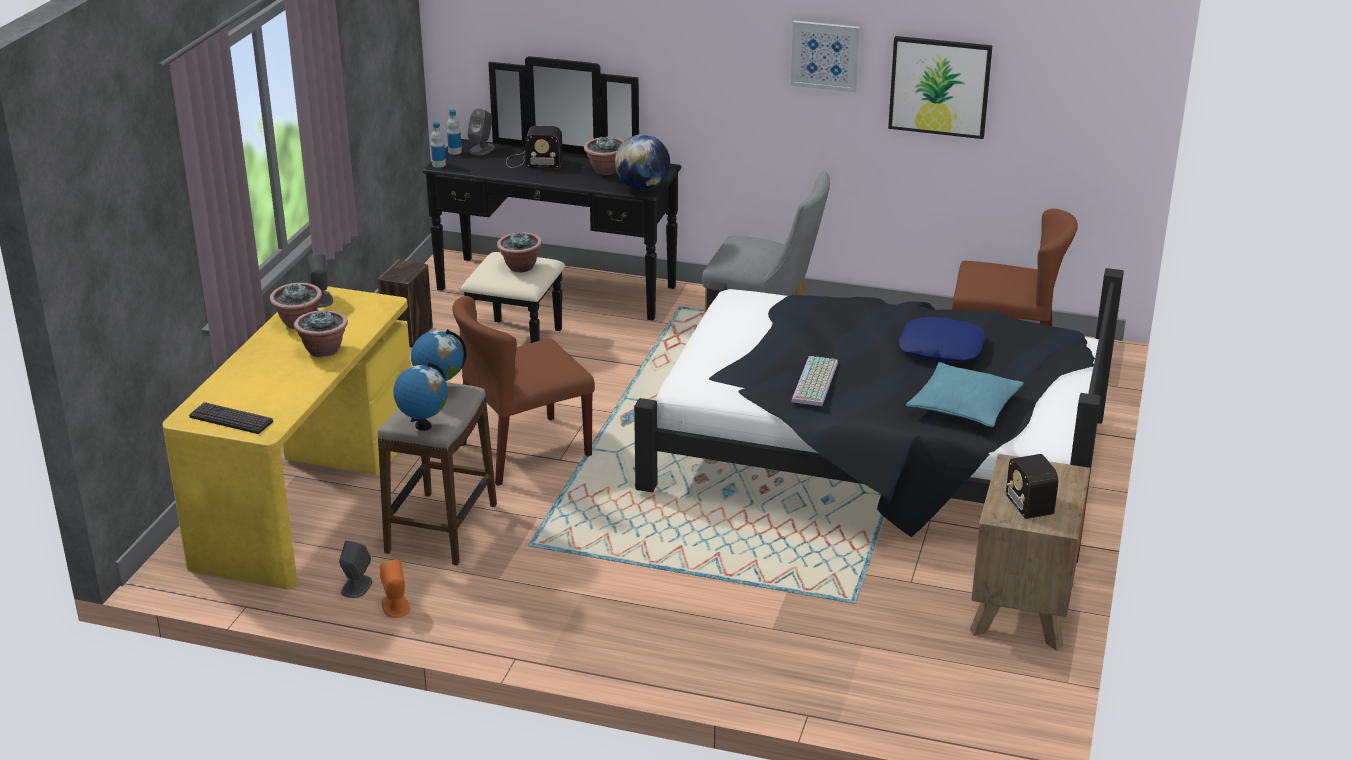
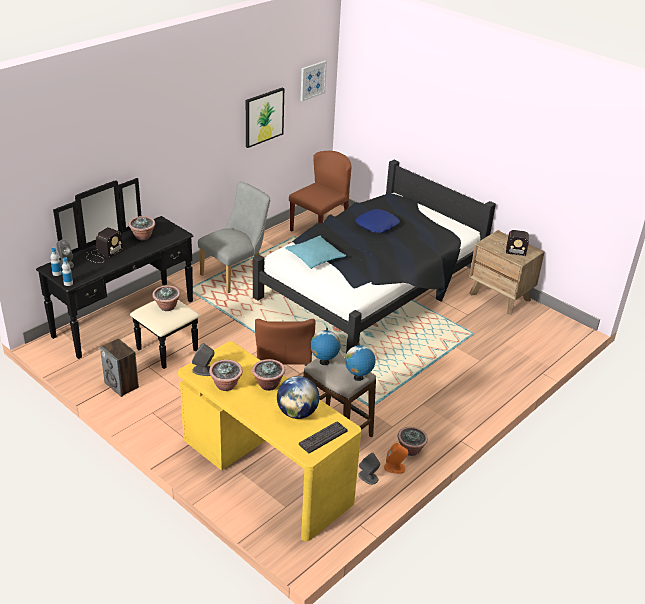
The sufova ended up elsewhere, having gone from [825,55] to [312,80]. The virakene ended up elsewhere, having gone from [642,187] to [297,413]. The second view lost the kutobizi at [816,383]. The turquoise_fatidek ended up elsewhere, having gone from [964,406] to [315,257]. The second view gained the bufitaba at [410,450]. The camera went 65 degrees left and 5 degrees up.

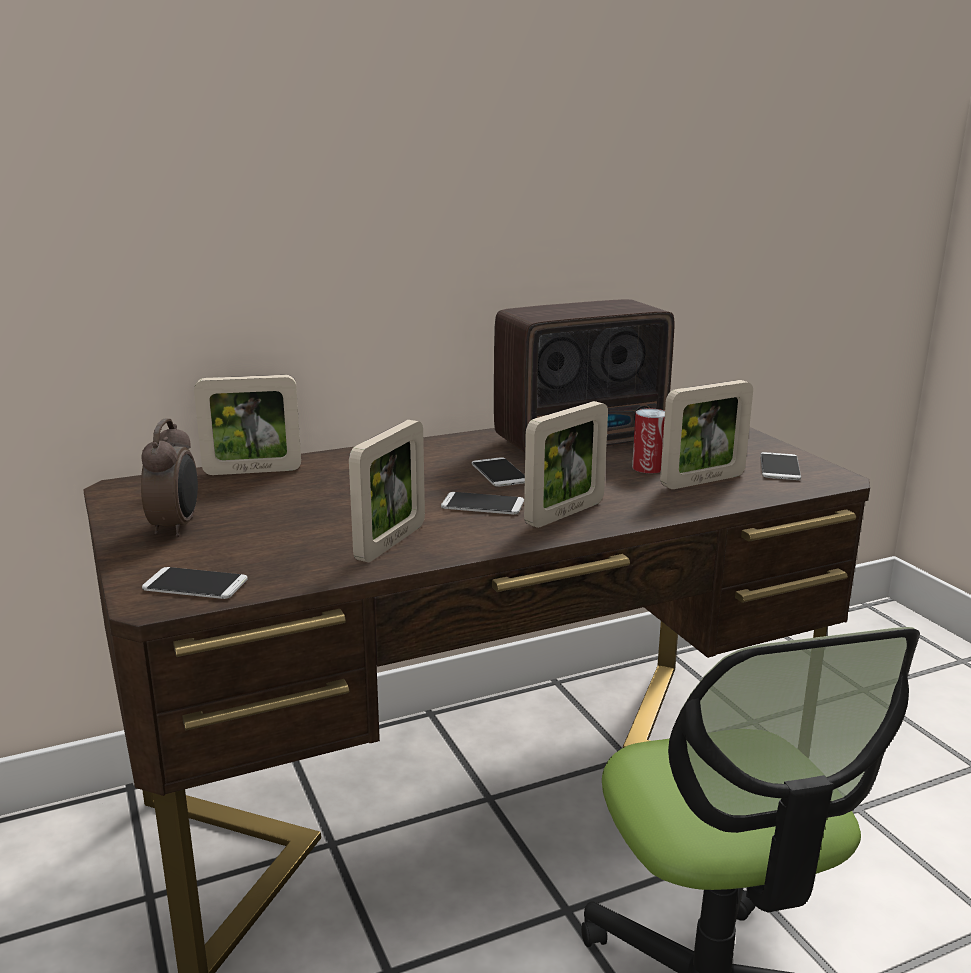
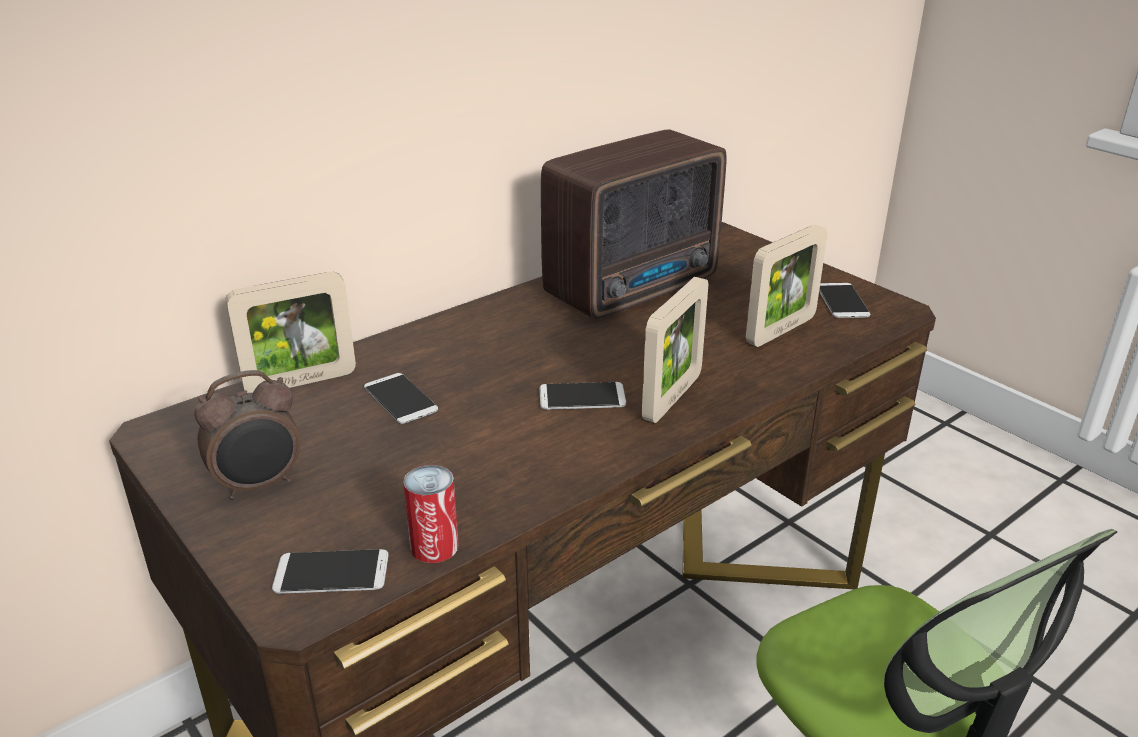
The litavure ended up elsewhere, having gone from [648,467] to [434,546]. The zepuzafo at [176,527] ended up facing another way, 75 degrees clockwise from before. The second view lost the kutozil at [391,542]. The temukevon ended up elsewhere, having gone from [499,473] to [400,399]. The camera went 15 degrees left and 10 degrees up.

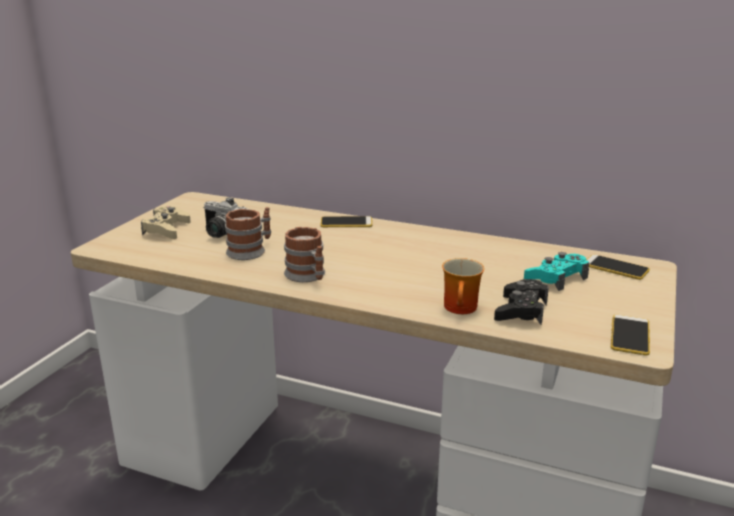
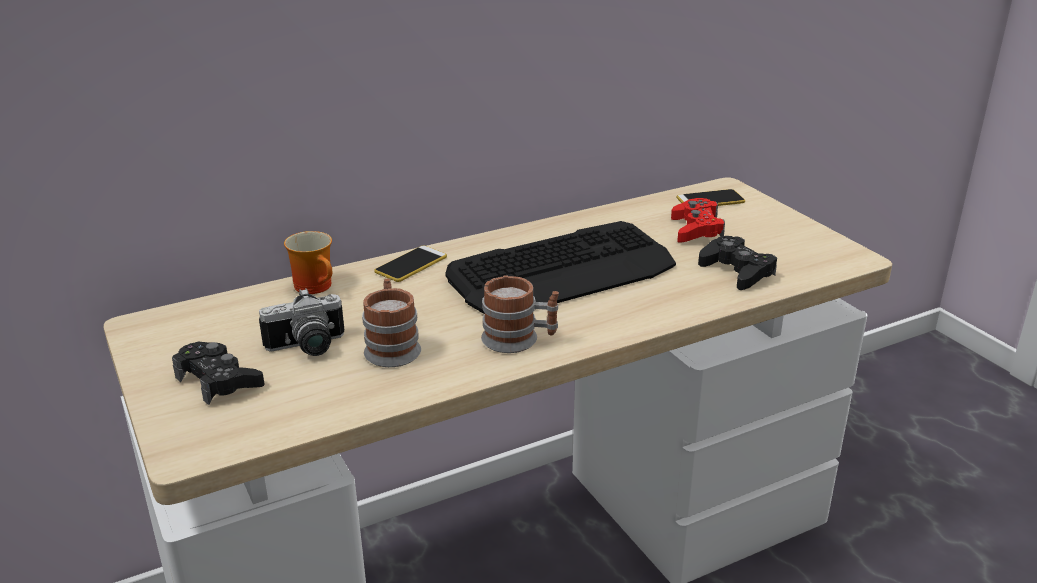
What was the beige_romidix at [166,229] turned into the black_romidix at [219,380]. What was the turquoise_romidix at [556,278] turned into the red_romidix at [696,230]. The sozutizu ended up elsewhere, having gone from [463,309] to [318,286]. The second view lost the temukevon at [630,335]. The second view gained the kutobizi at [563,271]. The camera went 50 degrees left and 5 degrees up.

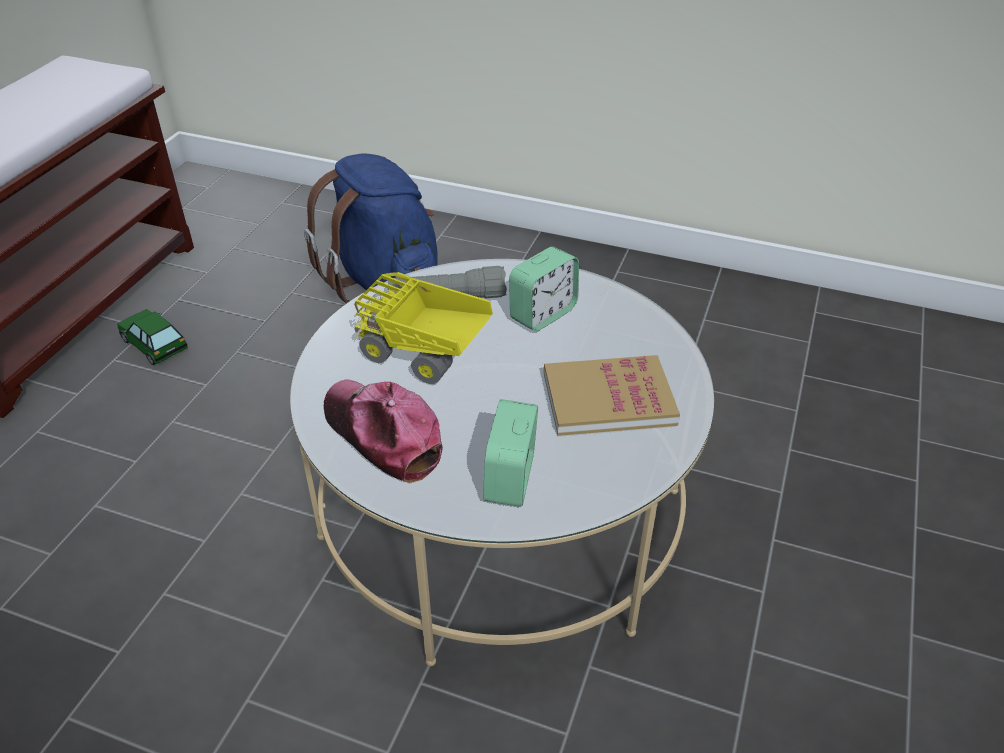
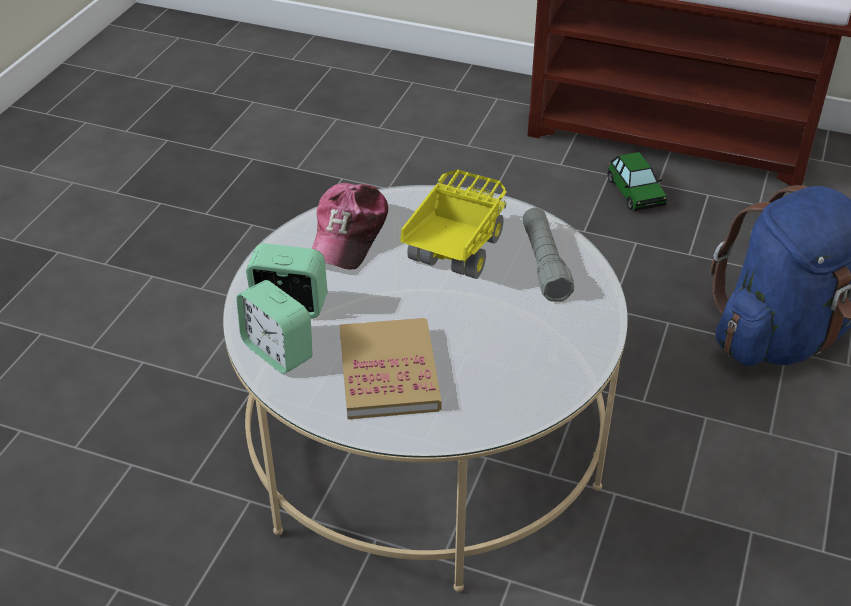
The zepuzafo ended up elsewhere, having gone from [543,314] to [277,351]. The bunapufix at [154,344] ended up facing another way, 120 degrees clockwise from before. The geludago at [383,435] ended up facing another way, 150 degrees clockwise from before. The camera went 90 degrees right and 0 degrees up.

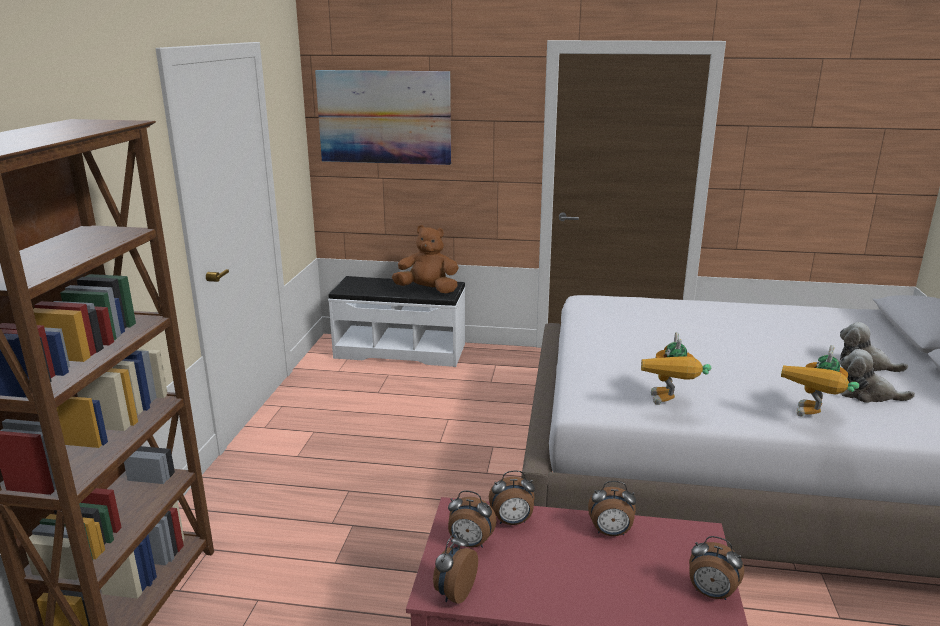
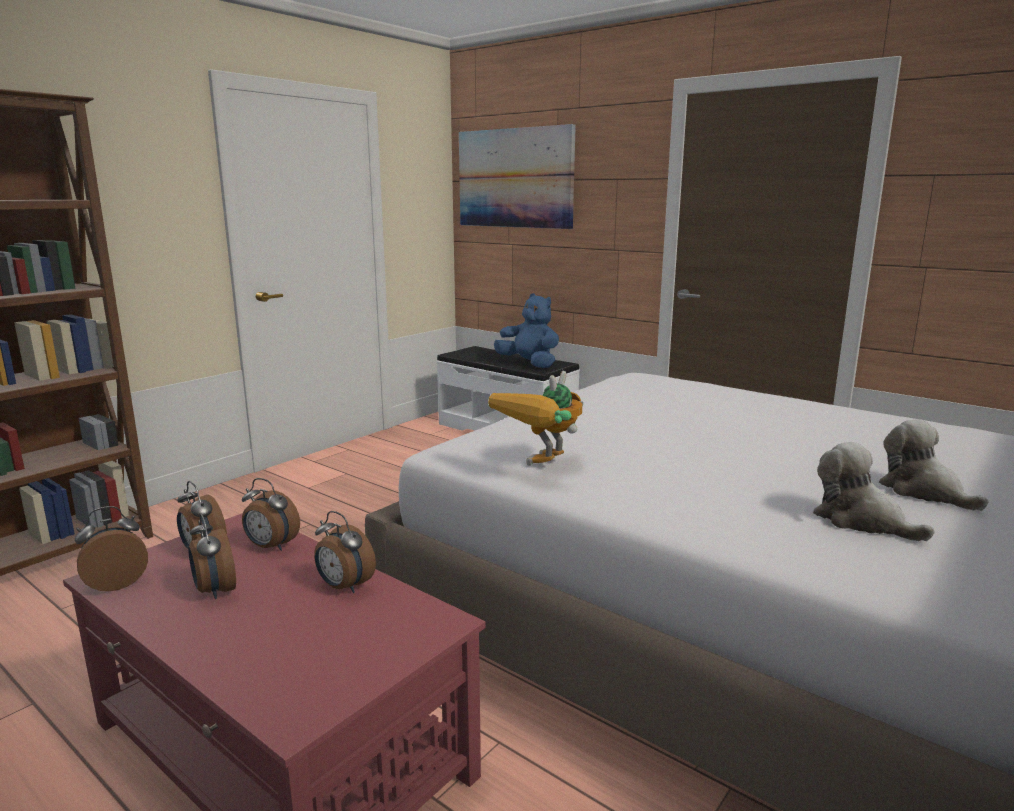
What was the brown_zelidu at [428,290] turned into the blue_zelidu at [529,364]. The second view lost the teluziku at [813,419]. The zepuzafo ended up elsewhere, having gone from [711,593] to [214,591]. The camera went 30 degrees right and 5 degrees down.

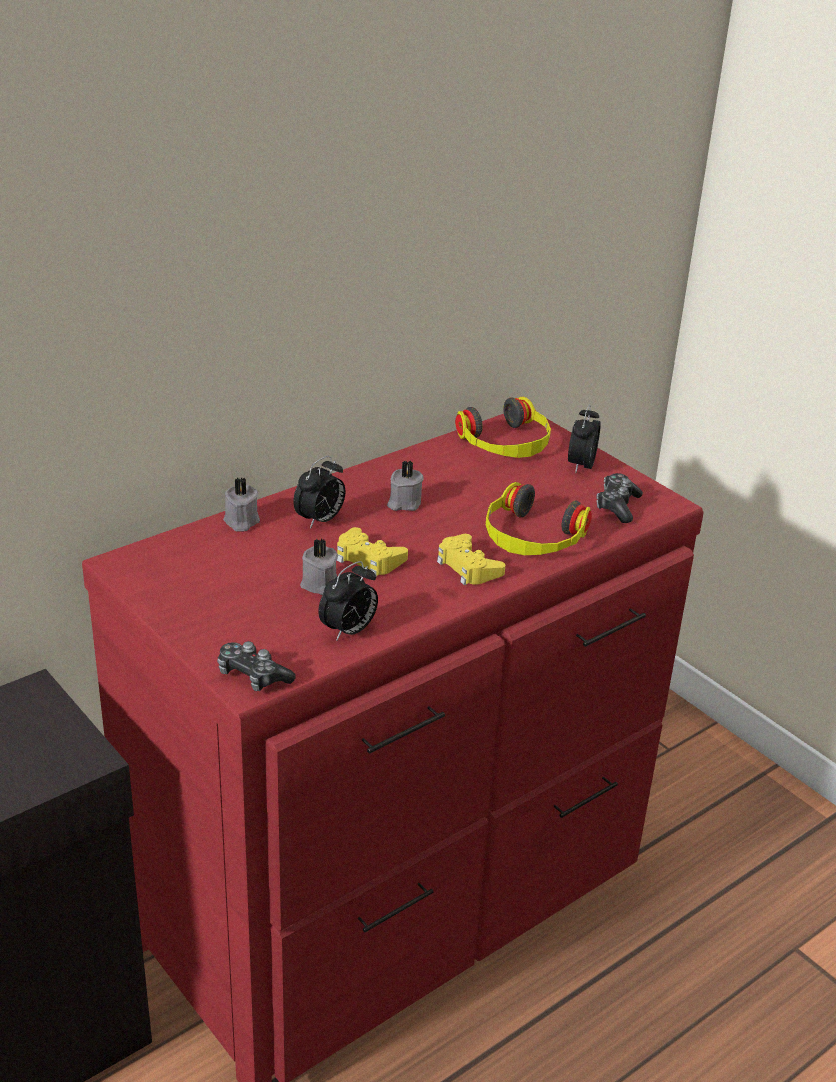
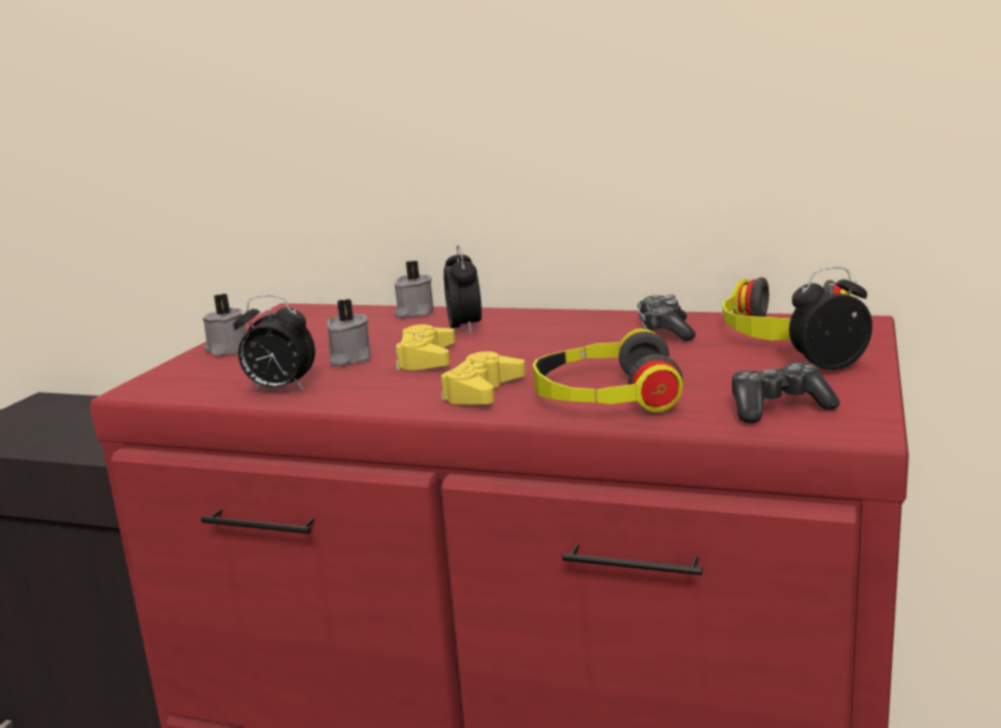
The zepuzafo at [320,520] ended up facing another way, 105 degrees counterclockwise from before. The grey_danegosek ended up elsewhere, having gone from [403,503] to [227,349]. The romidix ended up elsewhere, having gone from [252,676] to [665,331]. The camera went 60 degrees right and 15 degrees down.

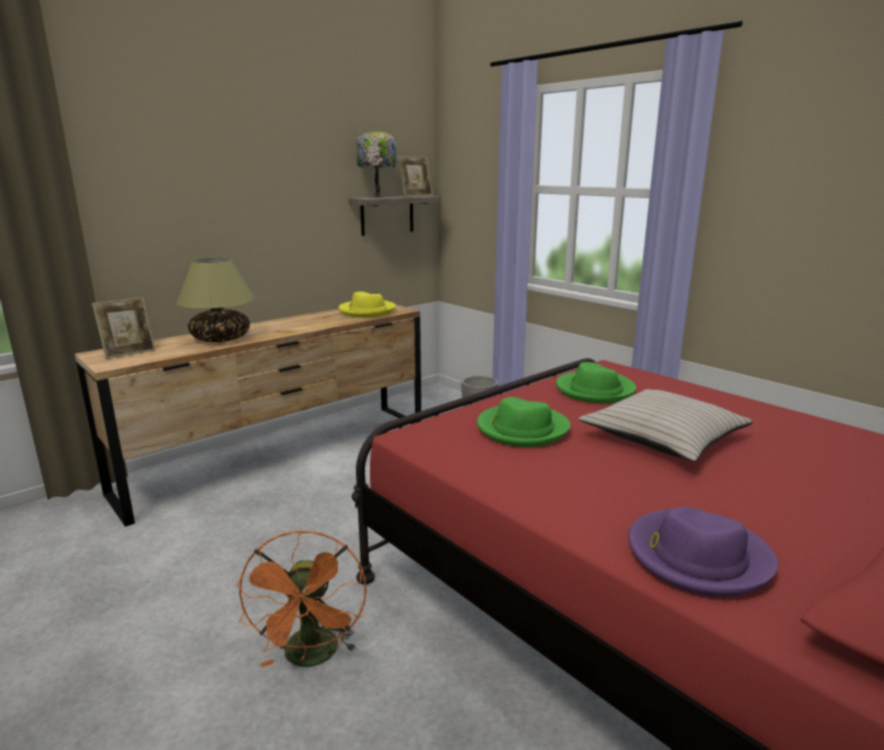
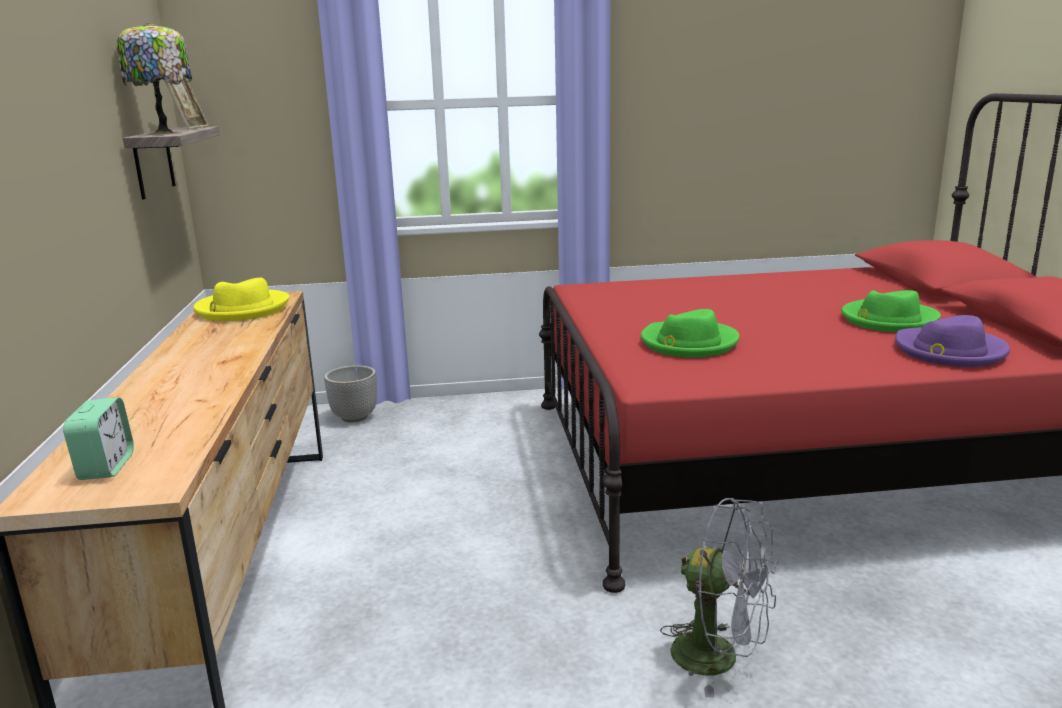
The second view lost the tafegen at [220,339]. Where the kutozil stood at [129,352], the zepuzafo came to stand at [106,467]. The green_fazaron ended up elsewhere, having gone from [595,390] to [888,320]. The second view lost the beige_fatidek at [664,437]. What was the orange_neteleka at [312,657] turned into the grey_neteleka at [719,658]. The camera went 55 degrees left and 0 degrees up.

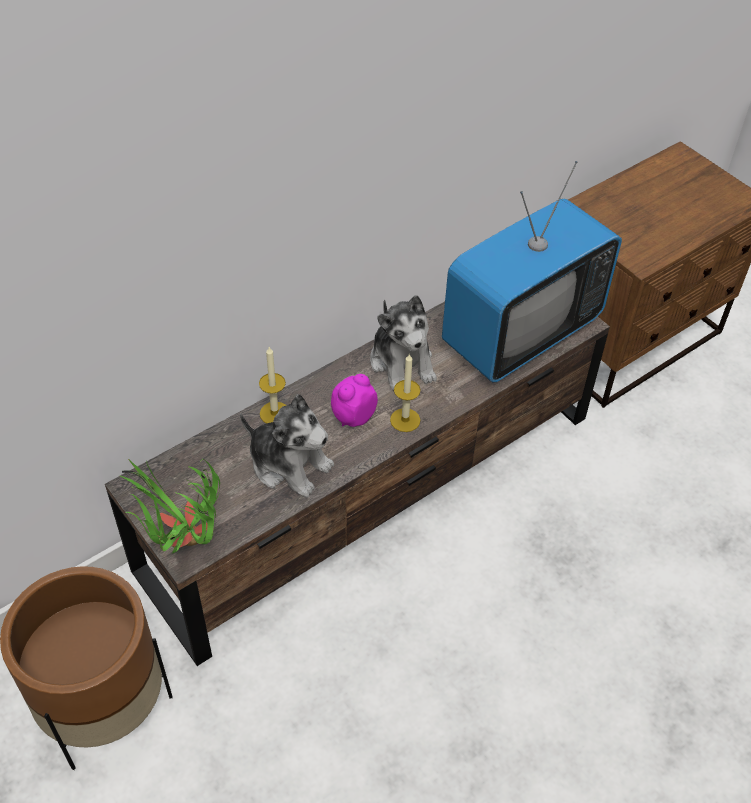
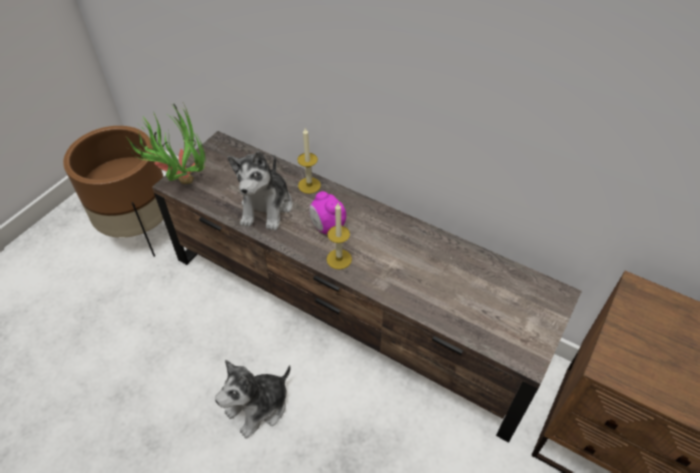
The second view lost the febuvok at [521,333]. The zelidu ended up elsewhere, having gone from [402,362] to [259,407]. The zepuzafo at [353,416] ended up facing another way, 150 degrees counterclockwise from before. The camera went 70 degrees right and 0 degrees up.

